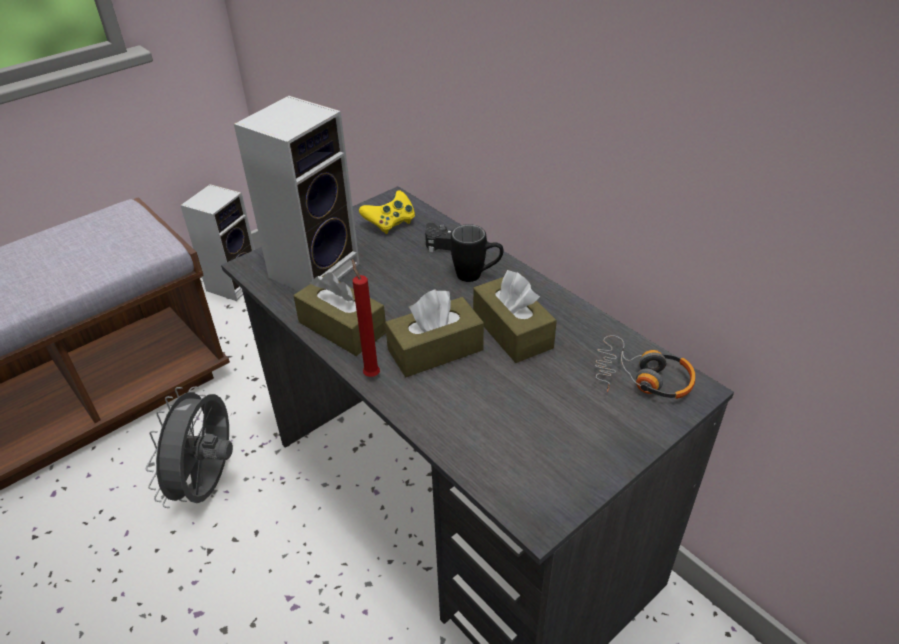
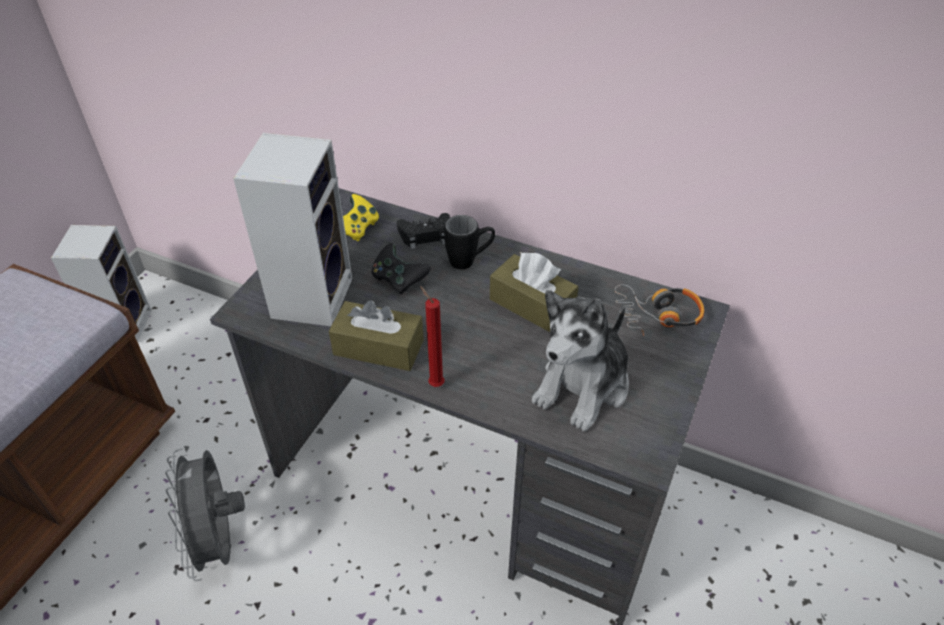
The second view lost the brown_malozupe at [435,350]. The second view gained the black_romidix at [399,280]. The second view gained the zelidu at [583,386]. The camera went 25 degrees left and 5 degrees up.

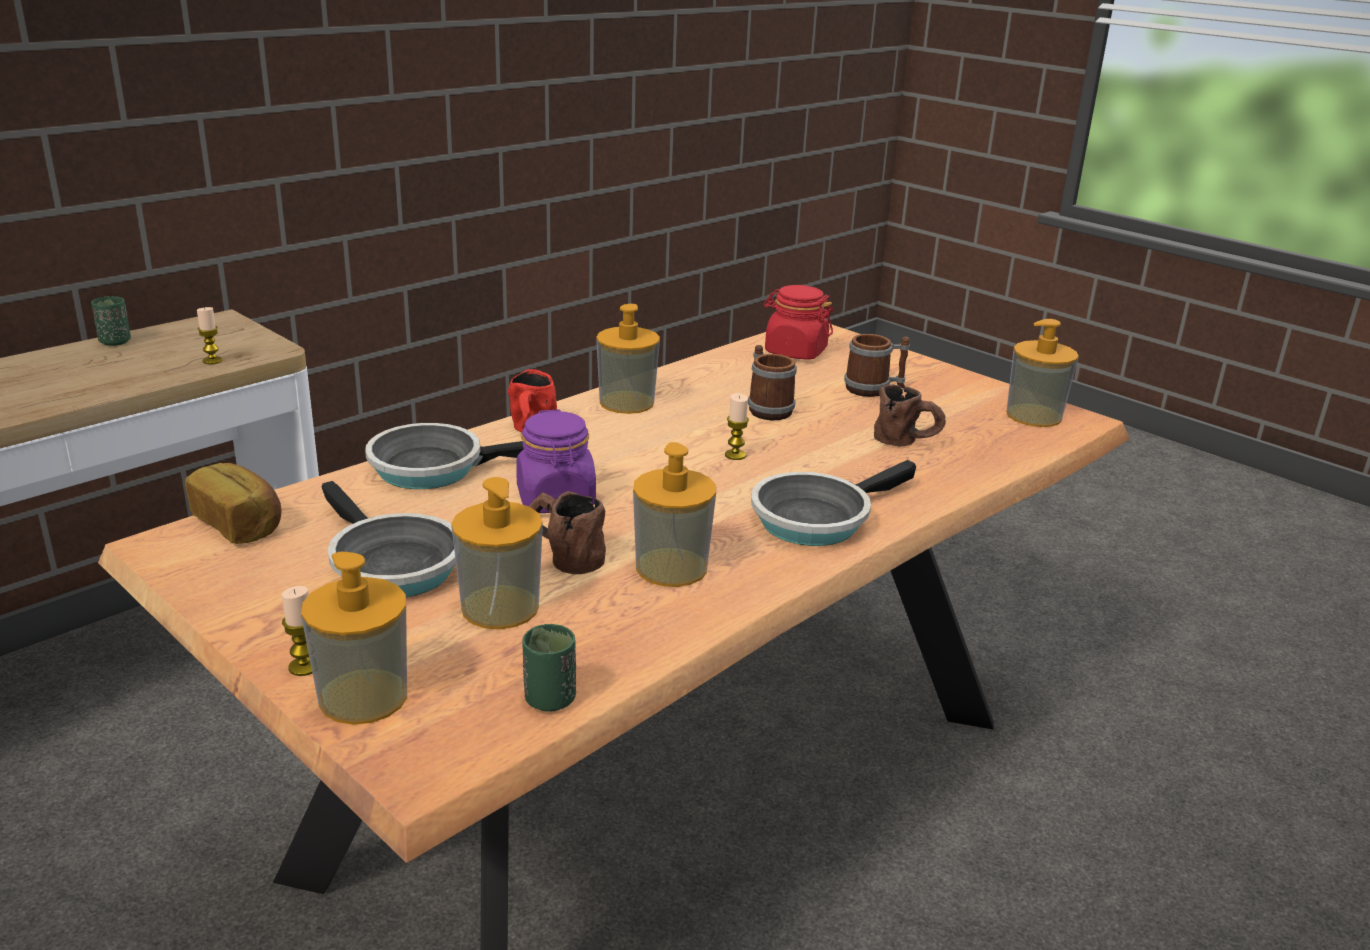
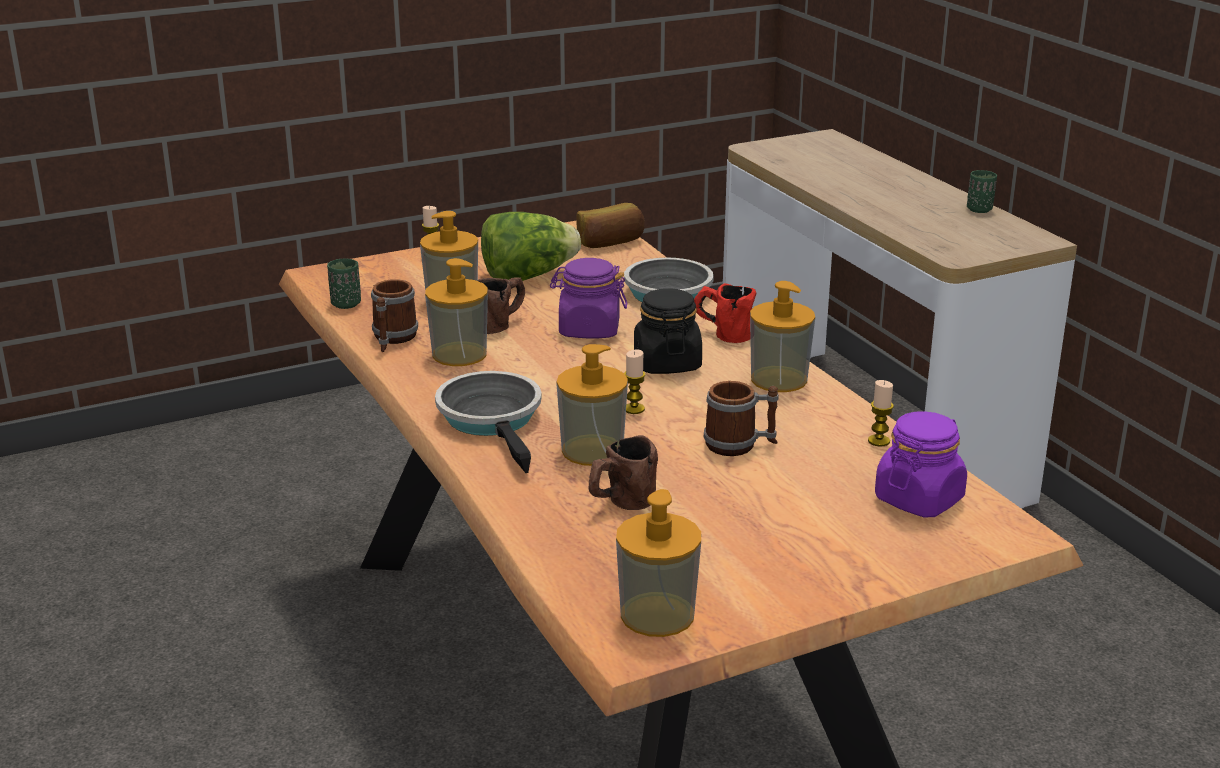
What was the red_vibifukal at [795,352] turned into the purple_vibifukal at [919,499]. The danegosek ended up elsewhere, having gone from [212,361] to [878,441]. The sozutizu ended up elsewhere, having gone from [874,389] to [392,339]. Where the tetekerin stood at [390,565], the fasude came to stand at [528,276]. The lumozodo ended up elsewhere, having gone from [363,696] to [592,450]. The second view gained the black_vibifukal at [667,363]. The camera went 110 degrees right and 0 degrees up.

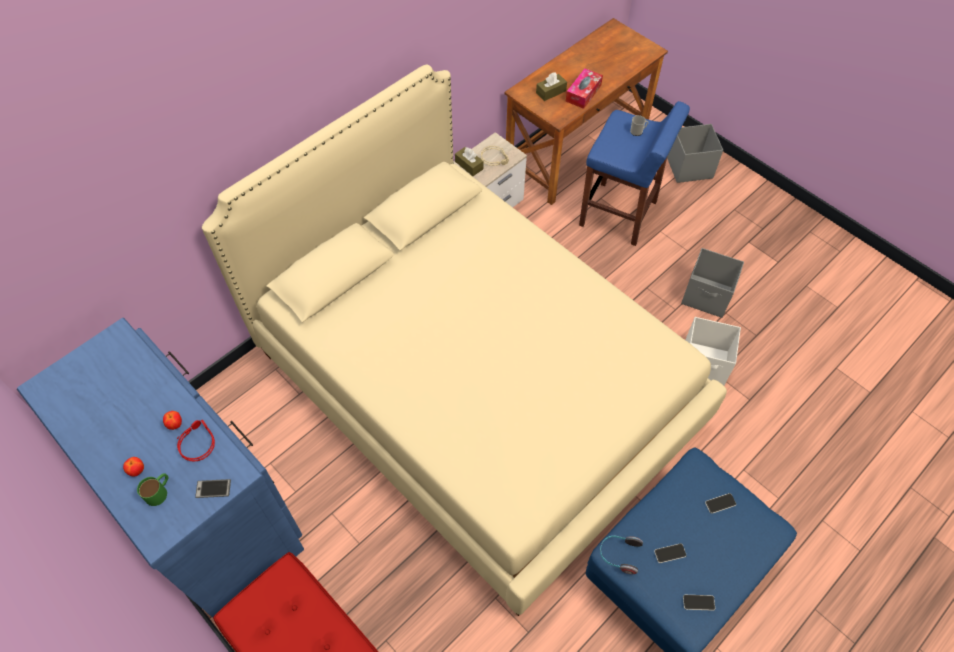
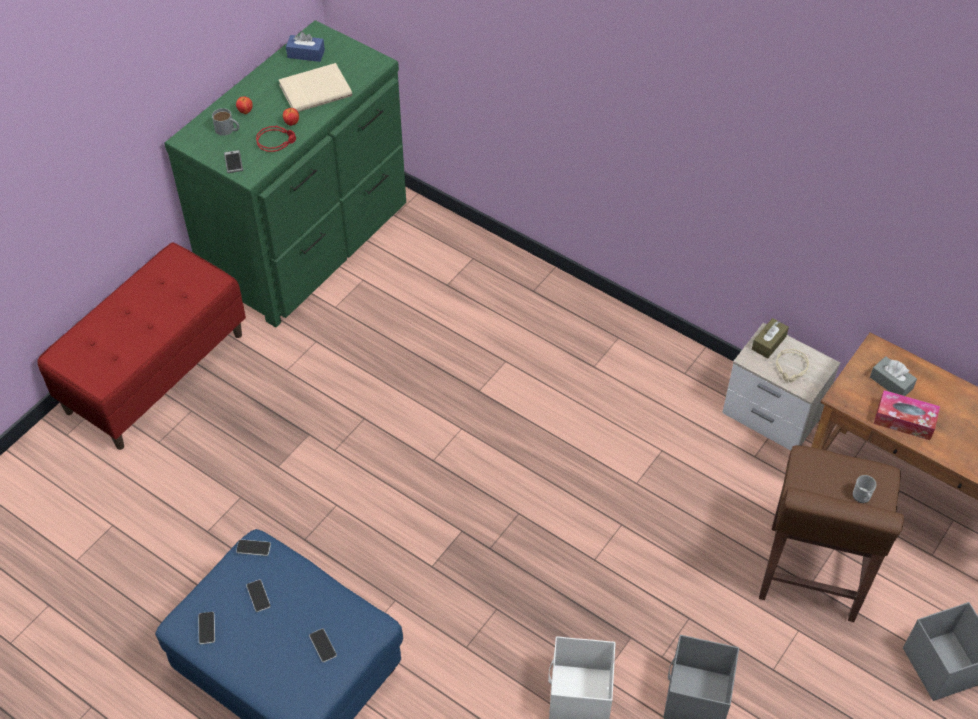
The second view lost the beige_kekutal at [476,386]. What was the brown_malozupe at [551,92] turned into the grey_malozupe at [891,383]. What was the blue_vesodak at [619,214] turned into the brown_vesodak at [811,574]. What was the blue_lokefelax at [205,507] turned into the green_lokefelax at [309,242]. What was the green_sozutizu at [159,491] turned into the grey_sozutizu at [228,130]. Where the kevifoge stood at [619,554], the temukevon came to stand at [253,548]. The second view gained the blue_malozupe at [306,54]. The second view gained the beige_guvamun at [315,90]. The camera went 80 degrees right and 5 degrees down.

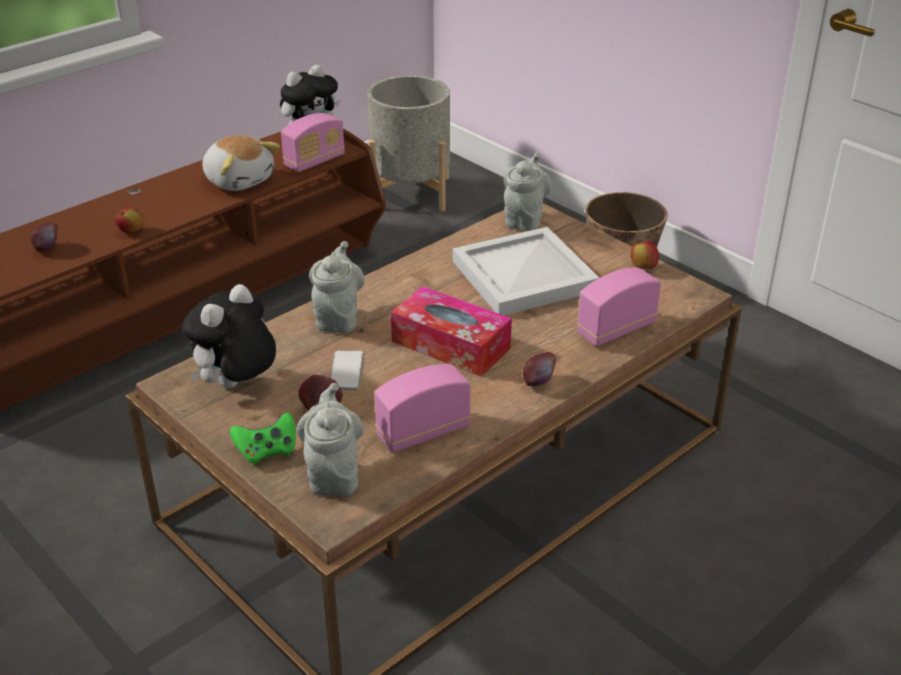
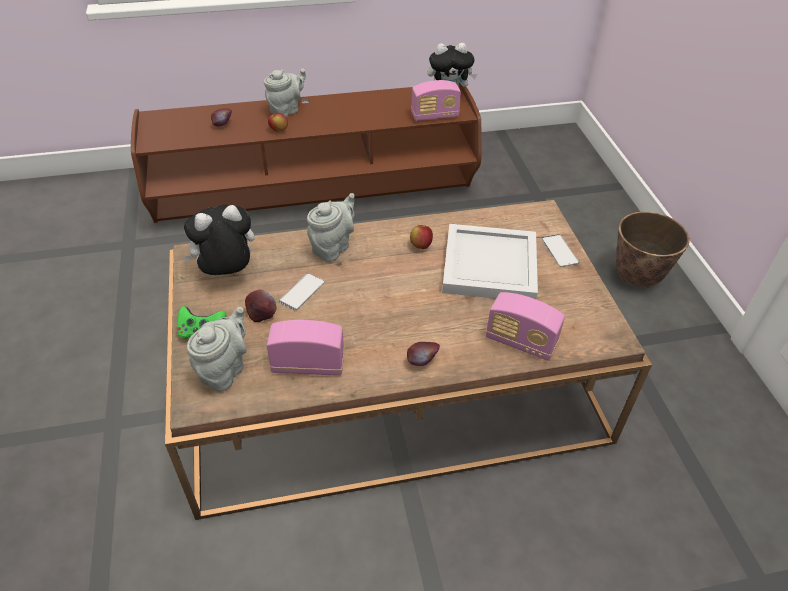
The second view lost the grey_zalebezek at [411,192]. The second view lost the zelidu at [239,180]. The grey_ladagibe ended up elsewhere, having gone from [524,219] to [286,110]. The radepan ended up elsewhere, having gone from [643,268] to [420,245]. The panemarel at [616,329] ended up facing another way, 150 degrees counterclockwise from before. The second view lost the malozupe at [451,345]. The second view gained the temukevon at [559,251]. The camera went 30 degrees right and 10 degrees up.

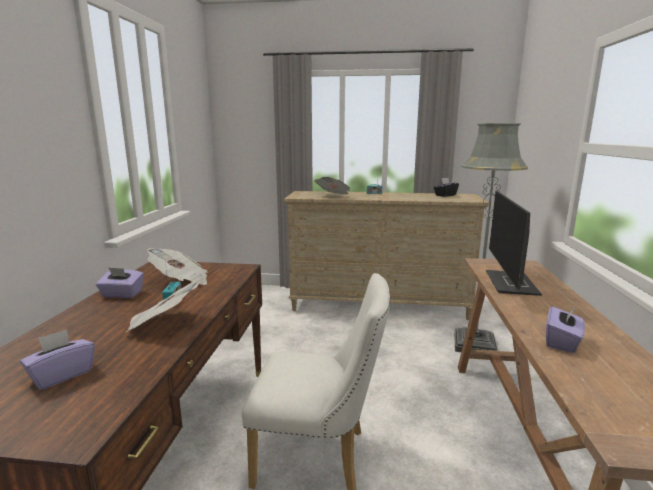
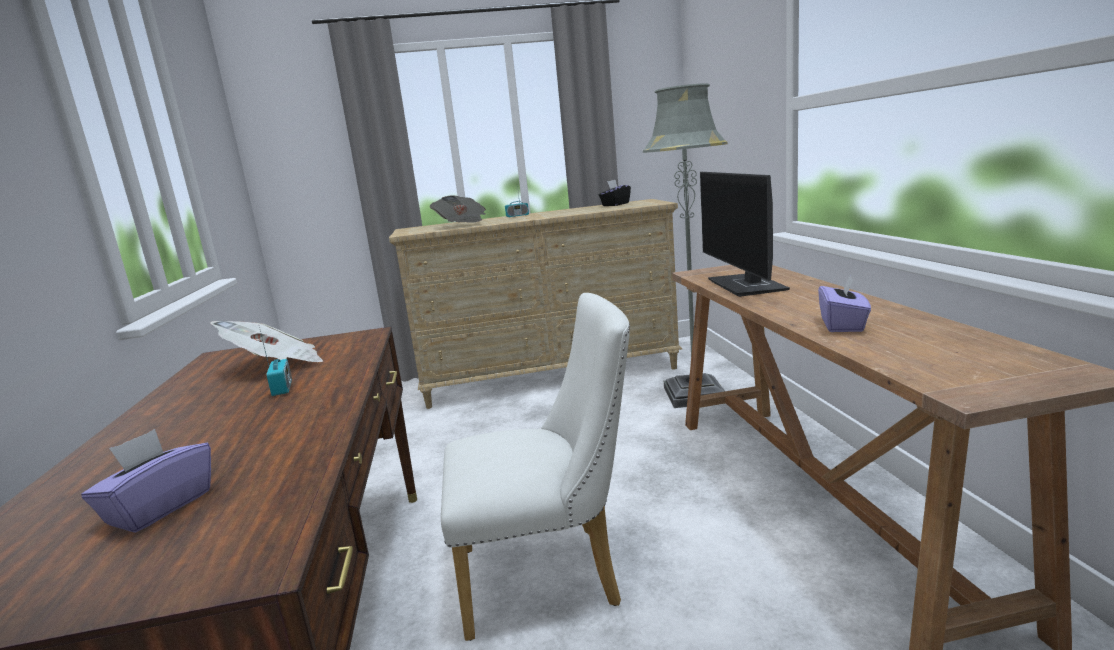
The second view lost the purple_malozupe at [122,294]. The second view lost the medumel at [163,324]. The camera went 15 degrees left and 0 degrees up.

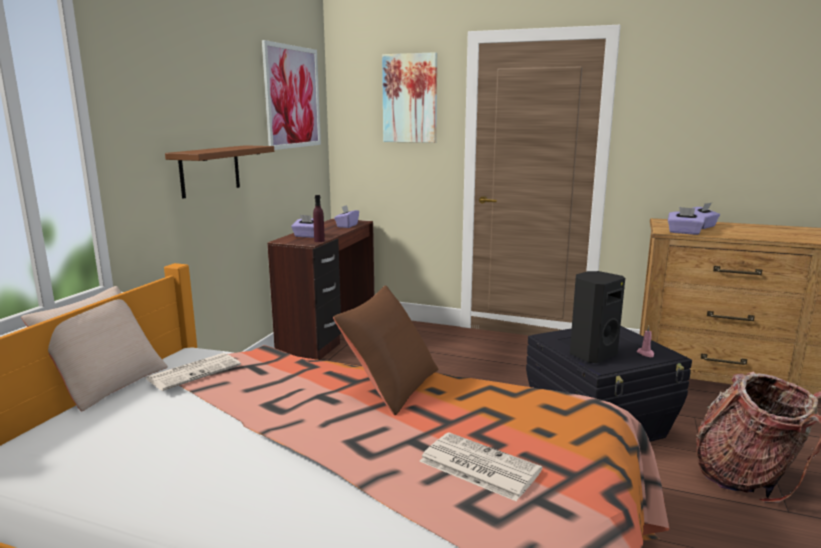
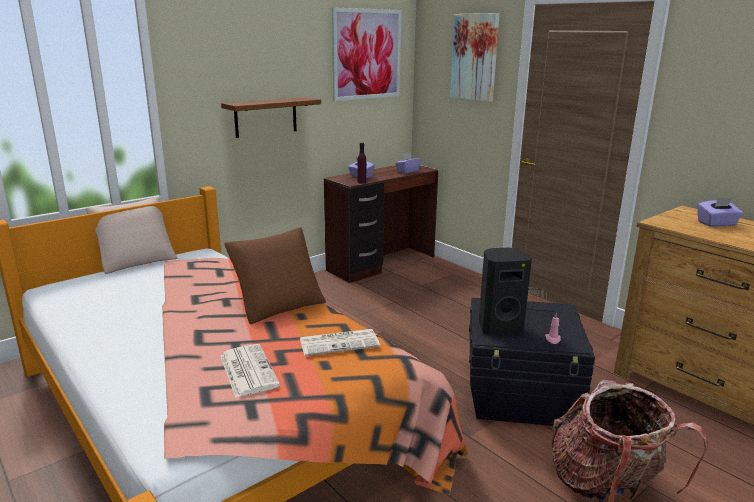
The second view lost the purple_malozupe at [684,232]. The medumel ended up elsewhere, having gone from [194,372] to [340,342]. The camera went 30 degrees right and 5 degrees up.

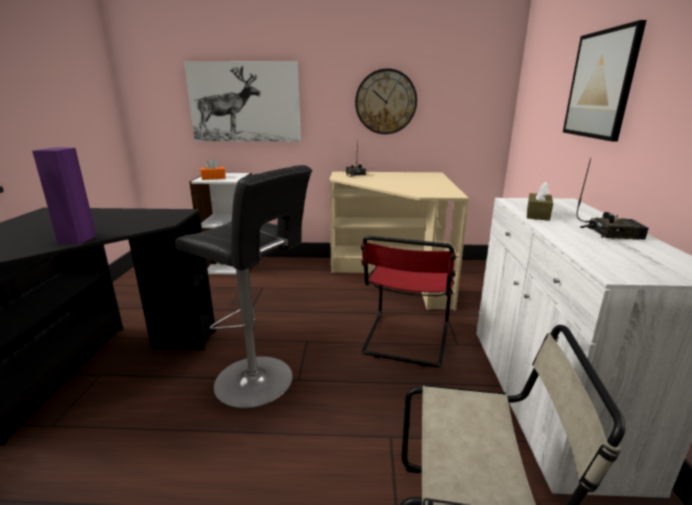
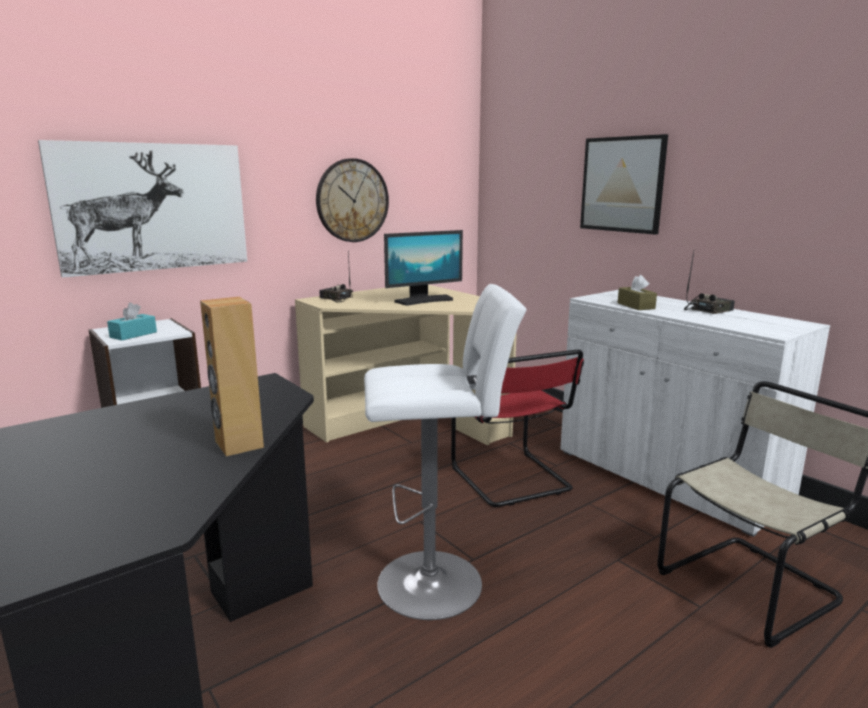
What was the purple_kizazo at [77,239] turned into the brown_kizazo at [238,444]. What was the orange_malozupe at [213,178] turned into the turquoise_malozupe at [133,335]. What was the black_vesodak at [258,382] turned into the white_vesodak at [438,582]. The second view gained the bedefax at [424,300]. The camera went 40 degrees left and 5 degrees down.

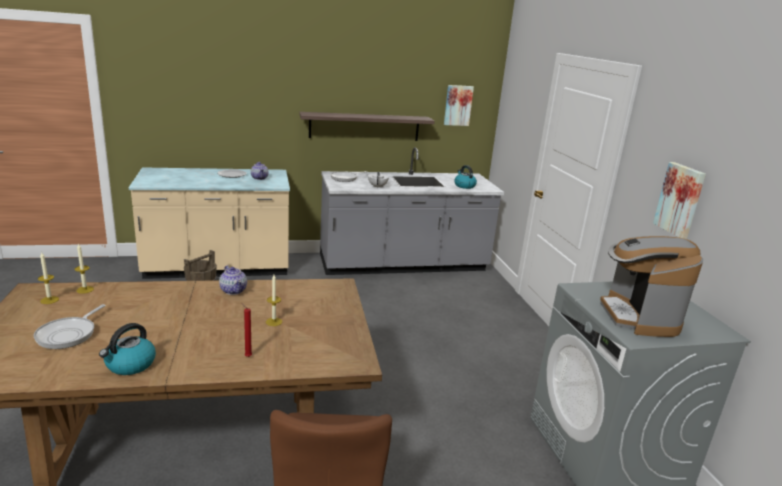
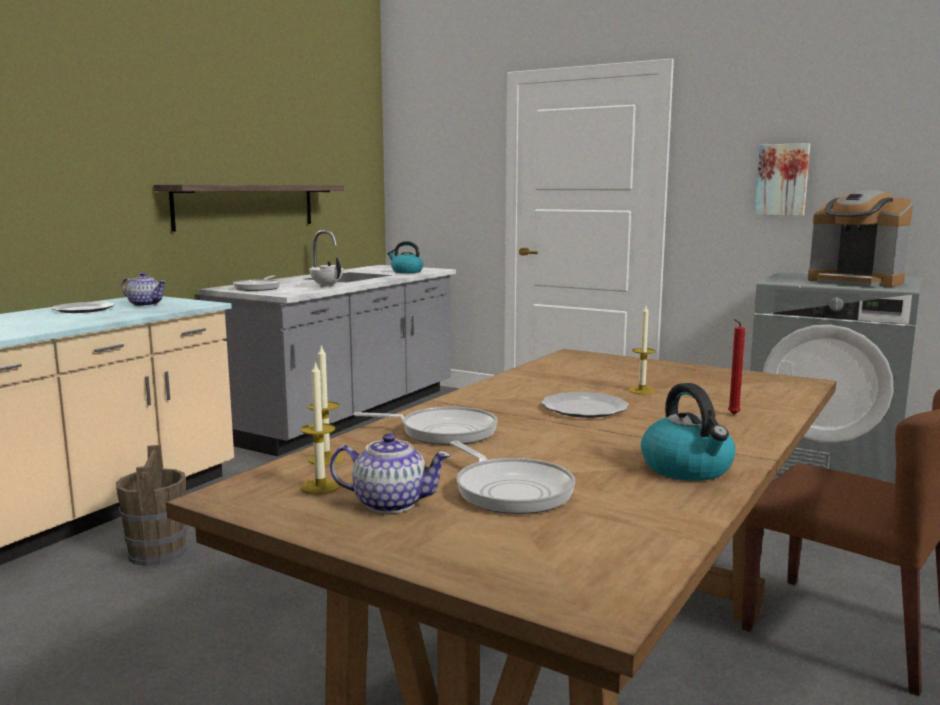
The second view lost the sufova at [458,105]. The ladagibe ended up elsewhere, having gone from [233,290] to [390,503]. The second view gained the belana at [583,408]. The second view gained the tetekerin at [442,432]. The camera went 45 degrees left and 10 degrees down.

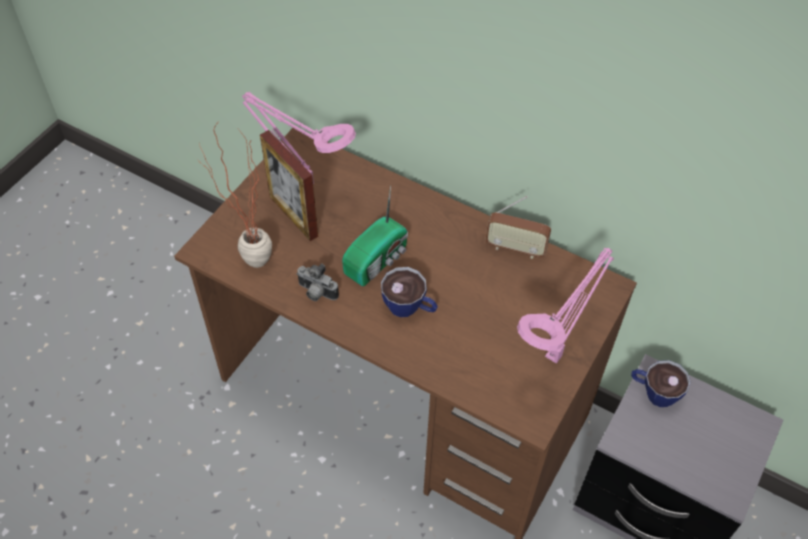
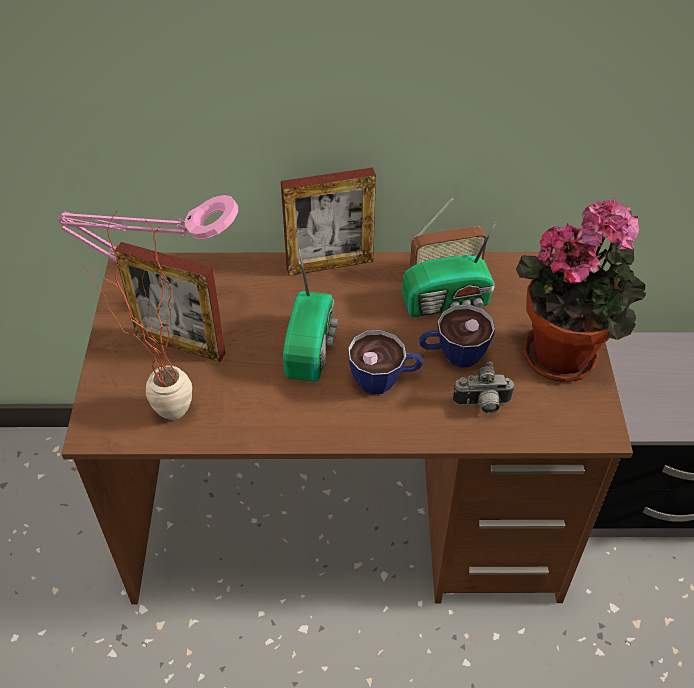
Where the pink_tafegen stood at [555,354], the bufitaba came to stand at [565,353]. The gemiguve ended up elsewhere, having gone from [316,293] to [482,405]. The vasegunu ended up elsewhere, having gone from [653,392] to [453,354]. The second view gained the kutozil at [330,264]. The second view gained the panemarel at [449,302]. The camera went 30 degrees left and 5 degrees down.

